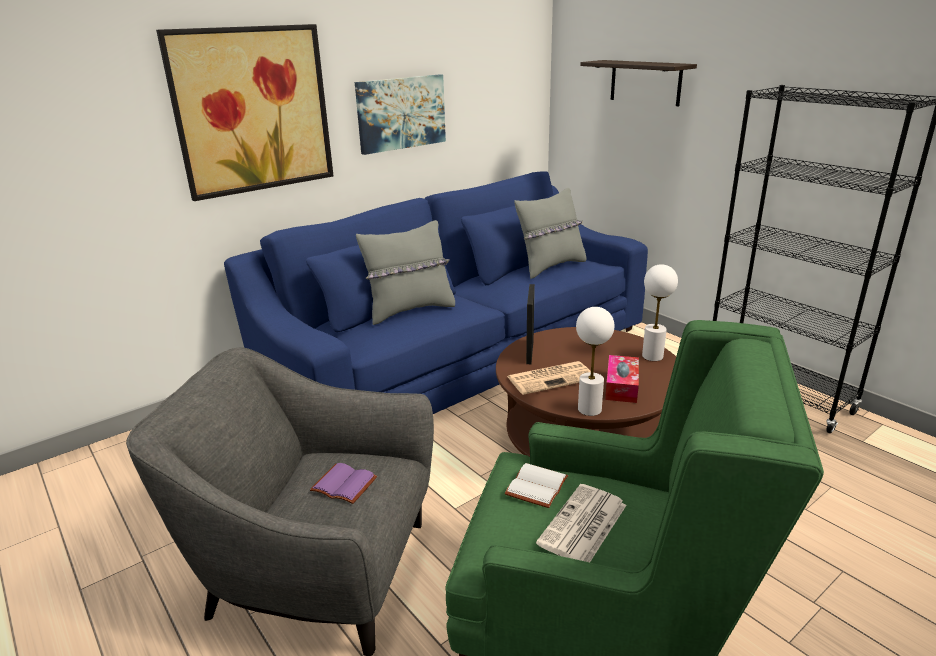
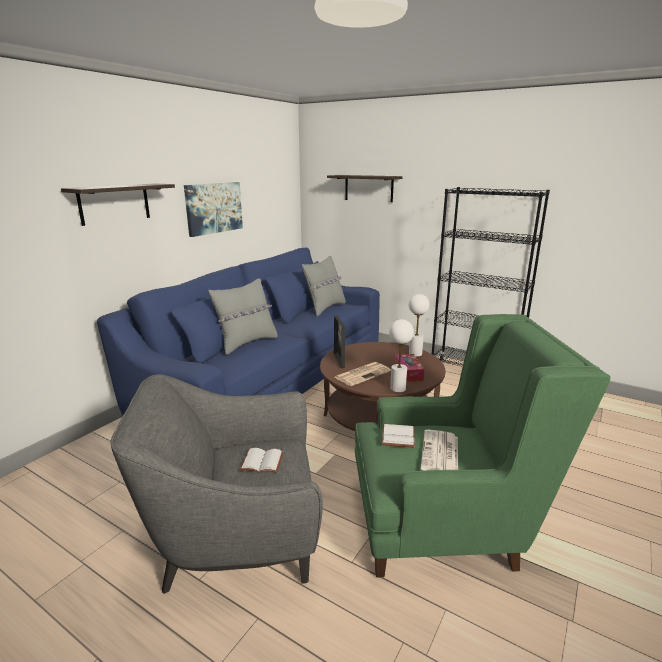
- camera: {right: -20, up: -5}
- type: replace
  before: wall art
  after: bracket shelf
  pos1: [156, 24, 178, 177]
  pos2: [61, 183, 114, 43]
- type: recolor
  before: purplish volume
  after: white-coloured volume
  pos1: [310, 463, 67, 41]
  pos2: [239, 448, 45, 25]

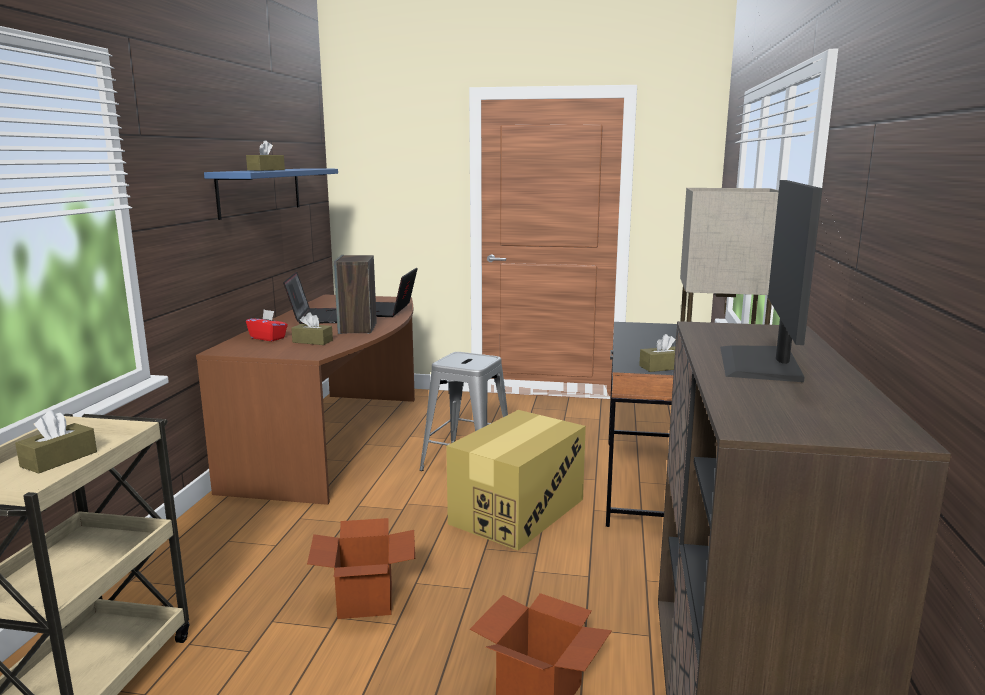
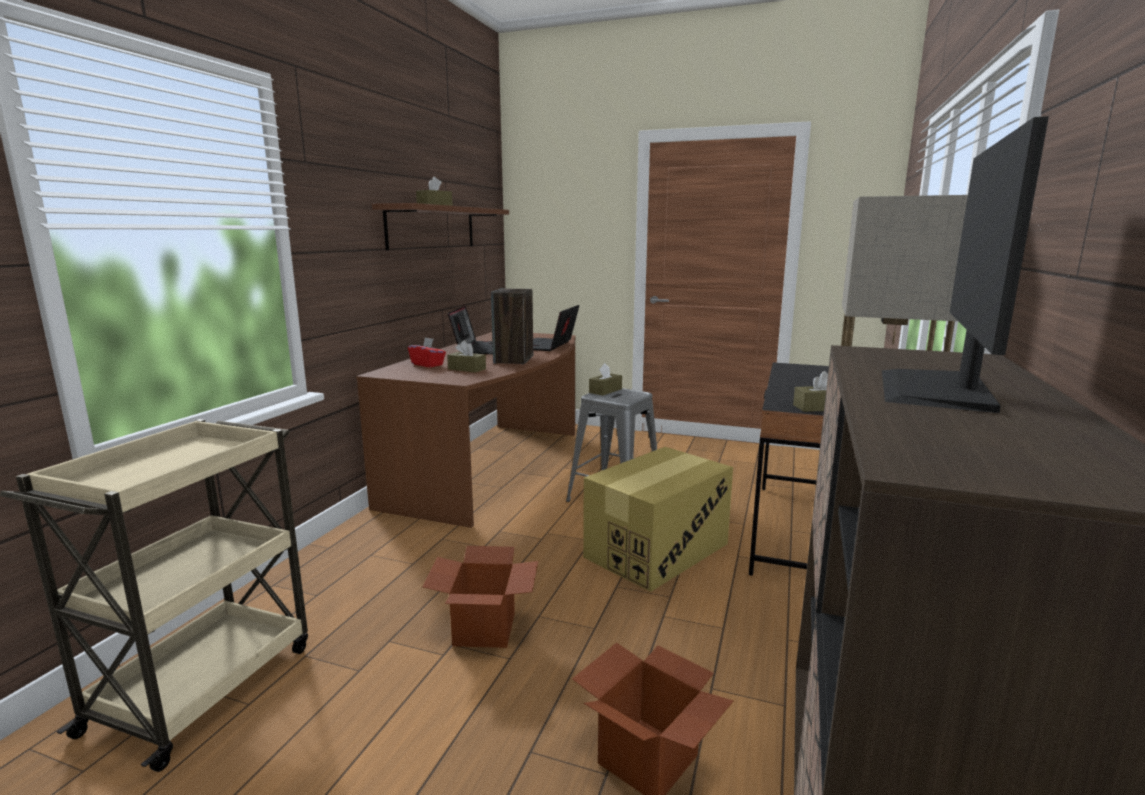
- camera: {right: 10, up: 0}
- type: move
  before: brown-coloured tissue box
  pos1: [15, 410, 82, 64]
  pos2: [589, 363, 33, 33]
- type: recolor
  before: bluish bracket shelf
  after: brown-coloured bracket shelf
  pos1: [204, 169, 134, 51]
  pos2: [372, 203, 137, 47]

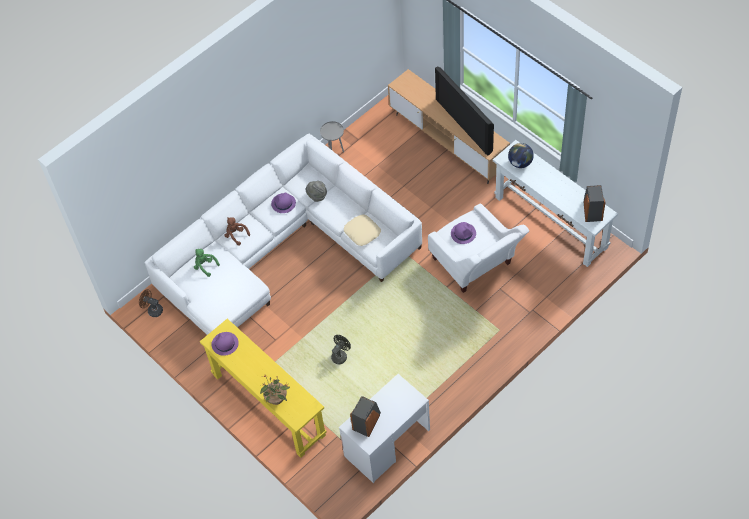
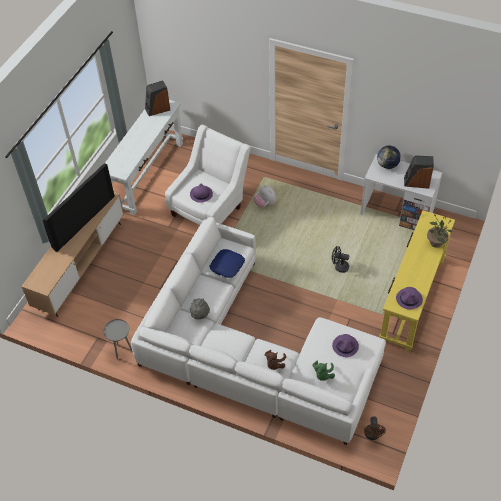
- camera: {right: -115, up: -5}
- type: insert
  after: cuddly toy
  pos2: [254, 185, 22, 22]
- type: move
  before: purplish wearable hat
  pos1: [271, 193, 25, 20]
  pos2: [332, 334, 27, 23]
- type: move
  before: world globe
  pos1: [508, 143, 26, 25]
  pos2: [377, 146, 24, 23]
- type: recolor
  before: beige cushion
  after: bluish cushion
  pos1: [344, 214, 37, 32]
  pos2: [210, 249, 35, 29]

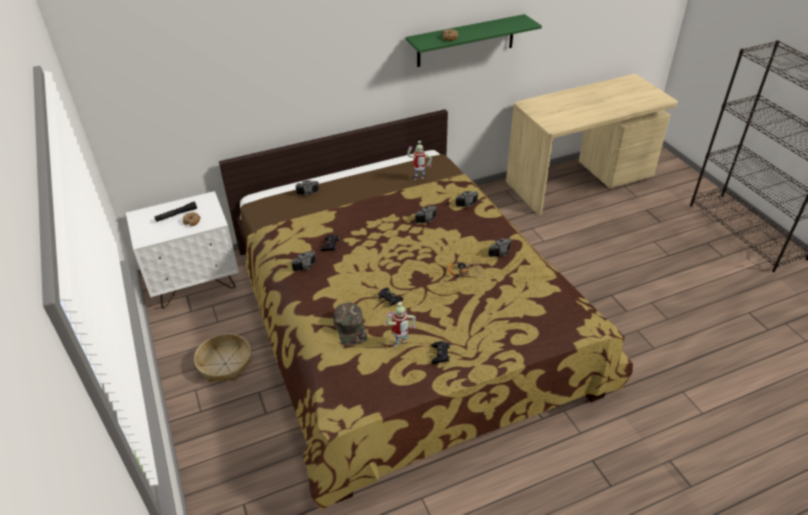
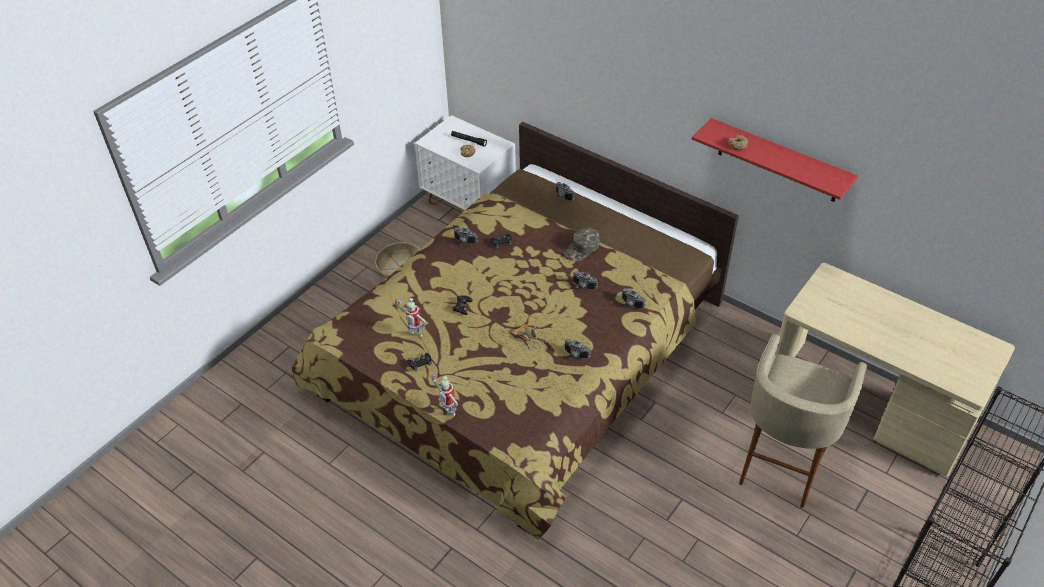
- camera: {right: 60, up: 5}
- type: insert
  after: beige sitting stool
  pos2: [739, 334, 128, 174]
- type: move
  before: green-coloured baseball cap
  pos1: [333, 302, 35, 44]
  pos2: [564, 227, 36, 34]
- type: move
  before: toy robot
  pos1: [407, 141, 25, 39]
  pos2: [431, 374, 27, 42]
- type: recolor
  before: green-coloured bracket shelf
  after: red bracket shelf
  pos1: [406, 14, 136, 53]
  pos2: [692, 118, 166, 84]

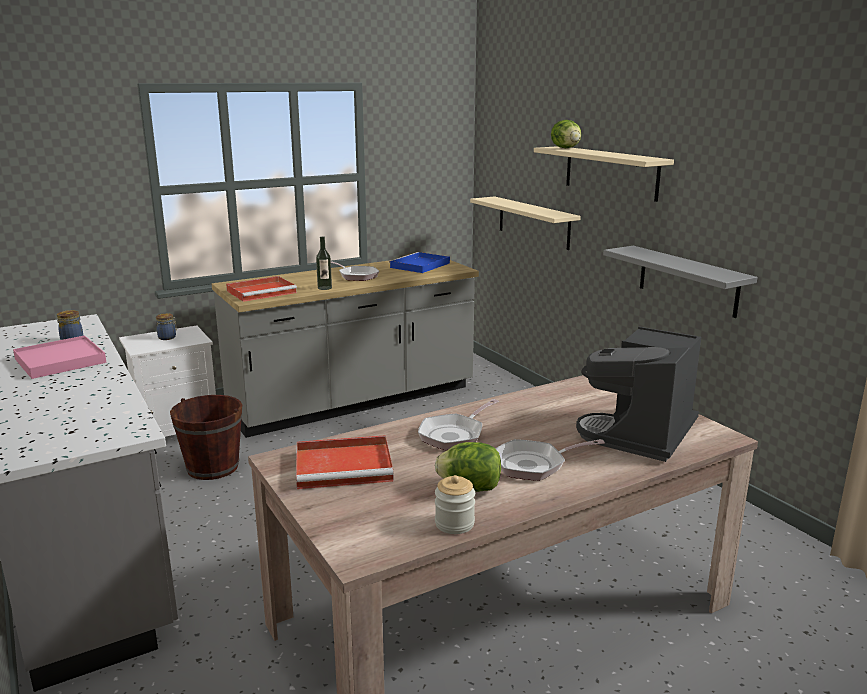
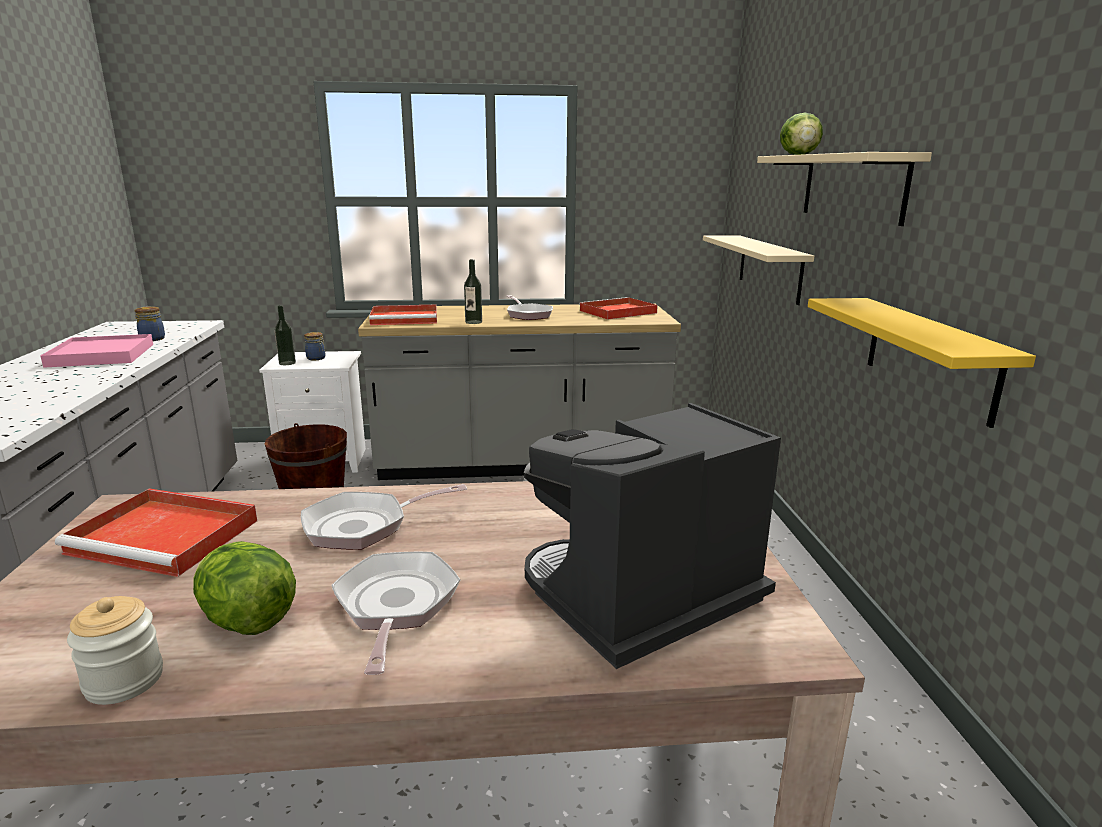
- camera: {right: 25, up: 0}
- type: insert
  after: bottle
  pos2: [275, 305, 21, 60]
- type: recolor
  before: bluish serving tray
  after: red serving tray
  pos1: [389, 252, 61, 21]
  pos2: [579, 297, 79, 23]
- type: recolor
  before: greyish bracket shelf
  after: yellow-coloured bracket shelf
  pos1: [603, 246, 155, 72]
  pos2: [808, 298, 228, 130]
- type: rotate
  before: frying pan
  pos1: [495, 439, 110, 42]
  pos2: [331, 552, 129, 123]
  turn: 75

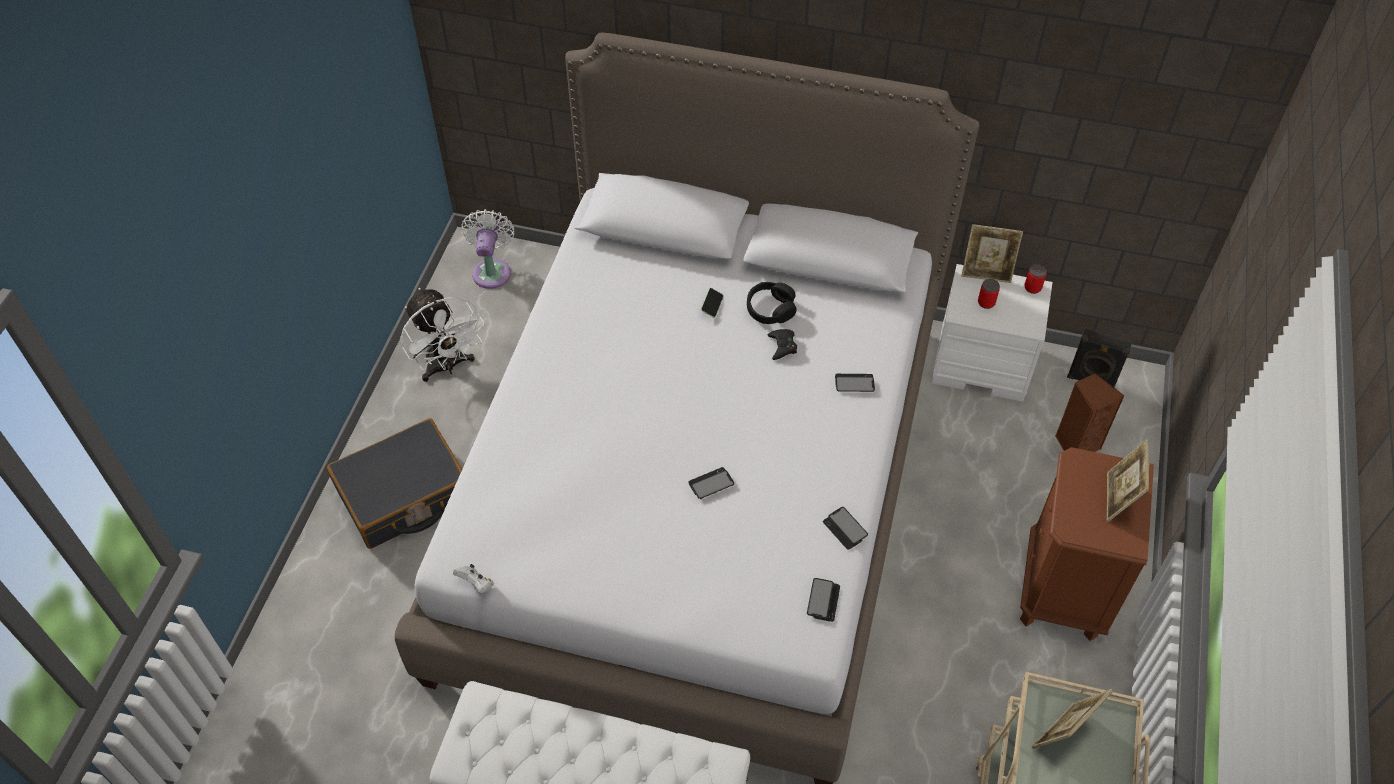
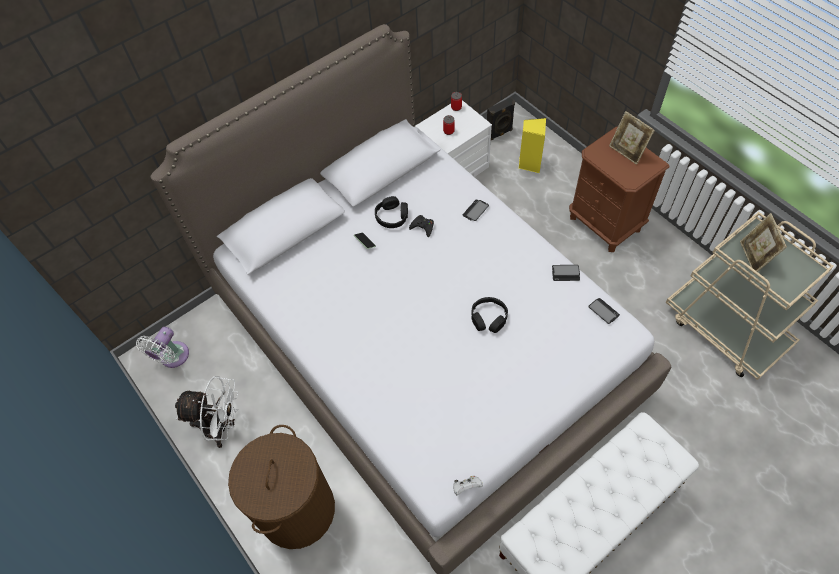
- camera: {right: -50, up: 5}
- type: delete
  before: standing frame
  pos1: [962, 224, 61, 59]
- type: replace
  before: black travel case
  after: brown-coloured laundry basket
  pos1: [327, 418, 135, 131]
  pos2: [228, 425, 107, 124]
- type: replace
  before: telephone
  after: black headphones
  pos1: [688, 467, 46, 32]
  pos2: [471, 297, 37, 36]
- type: recolor
  before: brown-coloured loudspeaker
  after: yellow-coloured loudspeaker
  pos1: [1055, 373, 69, 79]
  pos2: [519, 118, 27, 55]
- type: rotate
  before: white-coloured electric fan
  pos1: [461, 209, 53, 80]
  pos2: [136, 327, 53, 41]
  turn: -105

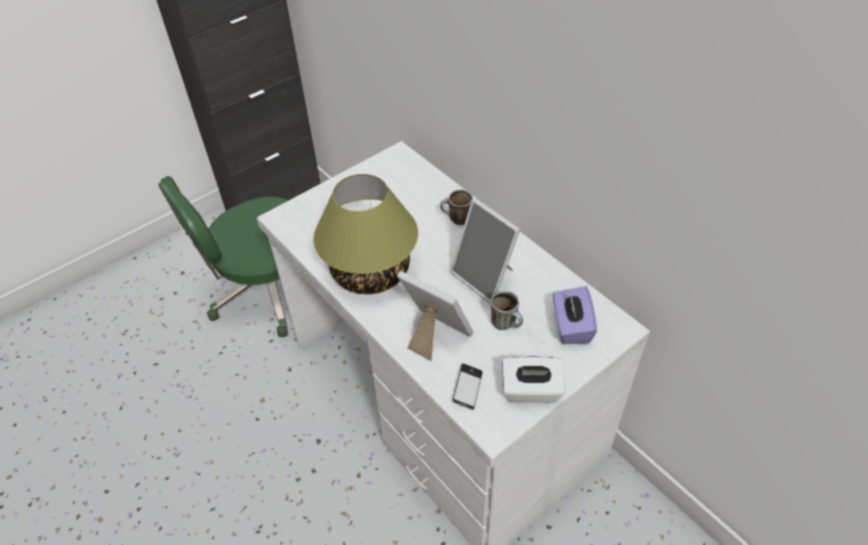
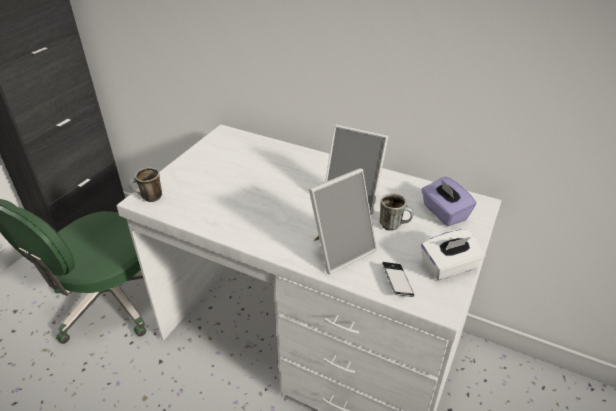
- camera: {right: -25, up: -10}
- type: delete
  before: table lamp
  pos1: [313, 174, 105, 120]
- type: move
  before: mug
  pos1: [440, 189, 33, 36]
  pos2: [129, 167, 33, 35]
- type: rotate
  before: standing frame
  pos1: [397, 271, 76, 90]
  pos2: [309, 168, 68, 106]
  turn: 135

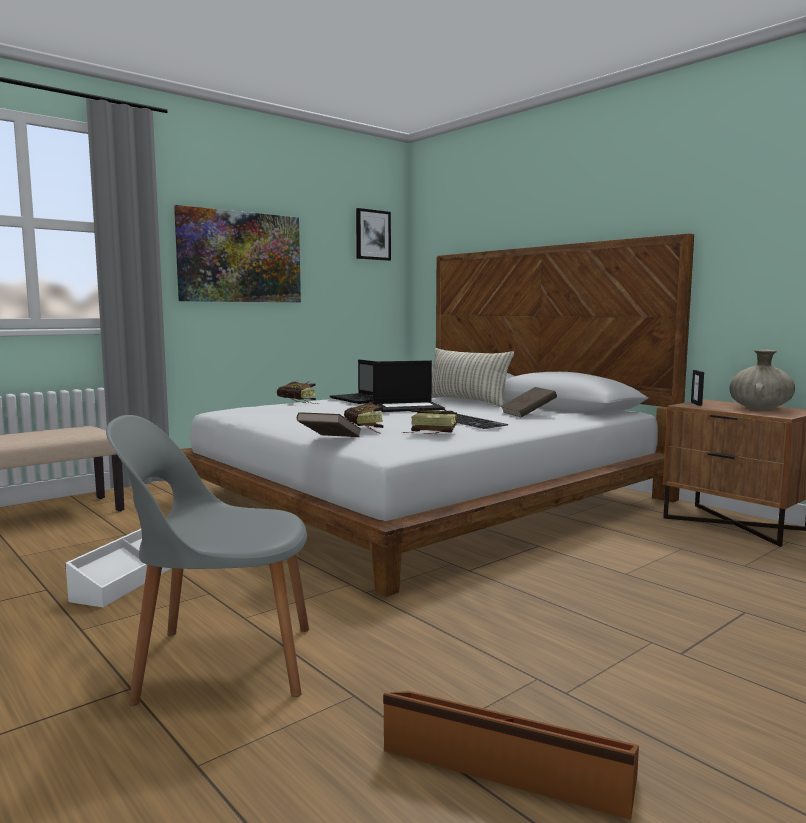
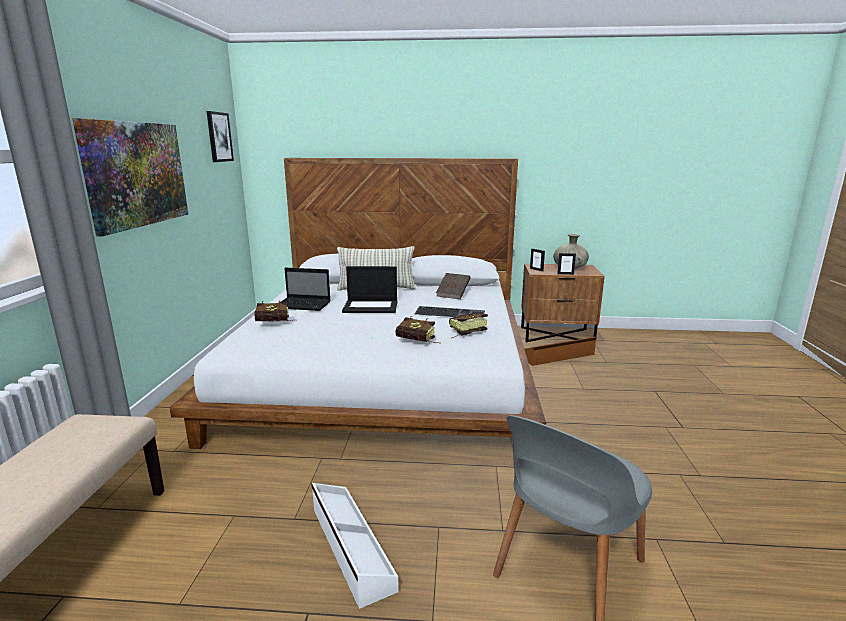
- camera: {right: -45, up: 10}
- type: delete
  before: brown-coloured volume
  pos1: [297, 412, 64, 25]
- type: insert
  after: standing frame
  pos2: [557, 253, 19, 22]
- type: move
  before: brown-coloured storage box
  pos1: [383, 691, 256, 129]
  pos2: [525, 337, 71, 29]
- type: rotate
  before: laptop
  pos1: [373, 360, 72, 52]
  pos2: [342, 266, 56, 47]
  turn: 60

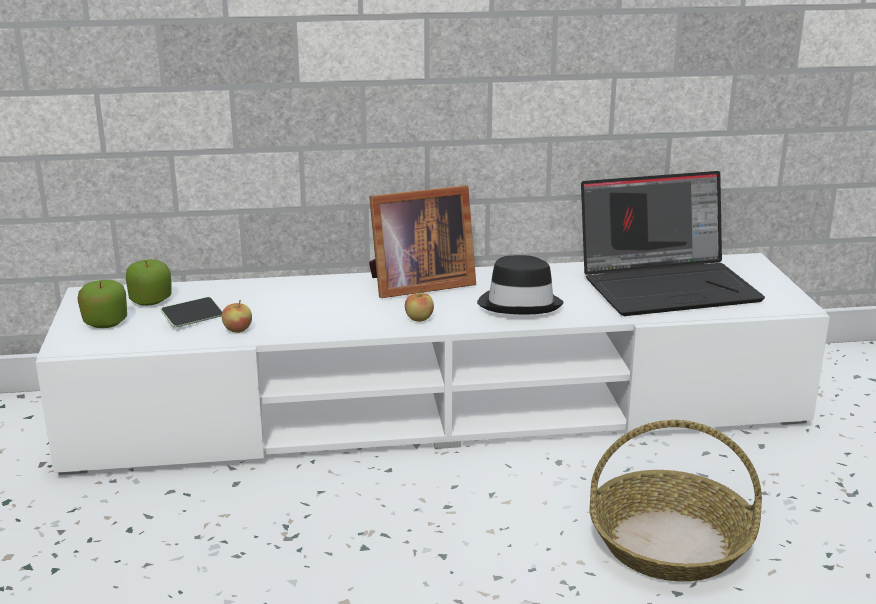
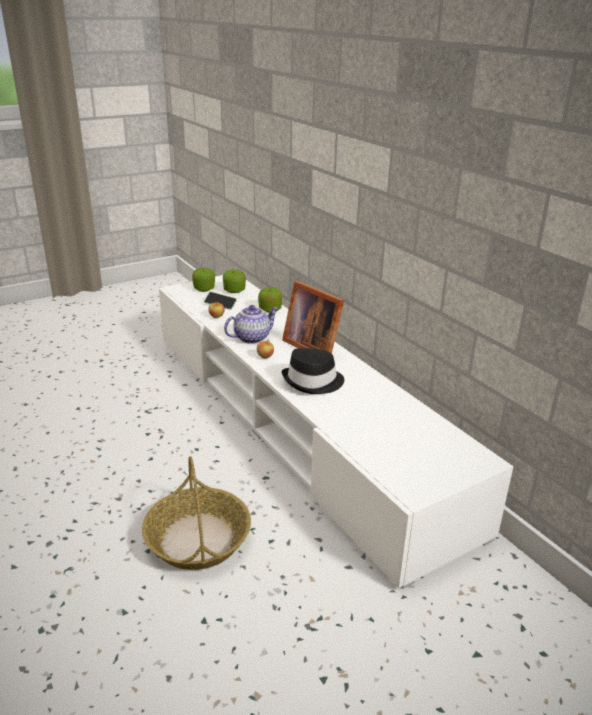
- camera: {right: 65, up: 5}
- type: delete
  before: laptop
  pos1: [581, 171, 184, 145]
- type: insert
  after: tea pot
  pos2: [224, 305, 55, 39]
- type: insert
  after: whole apple
  pos2: [258, 287, 24, 25]

